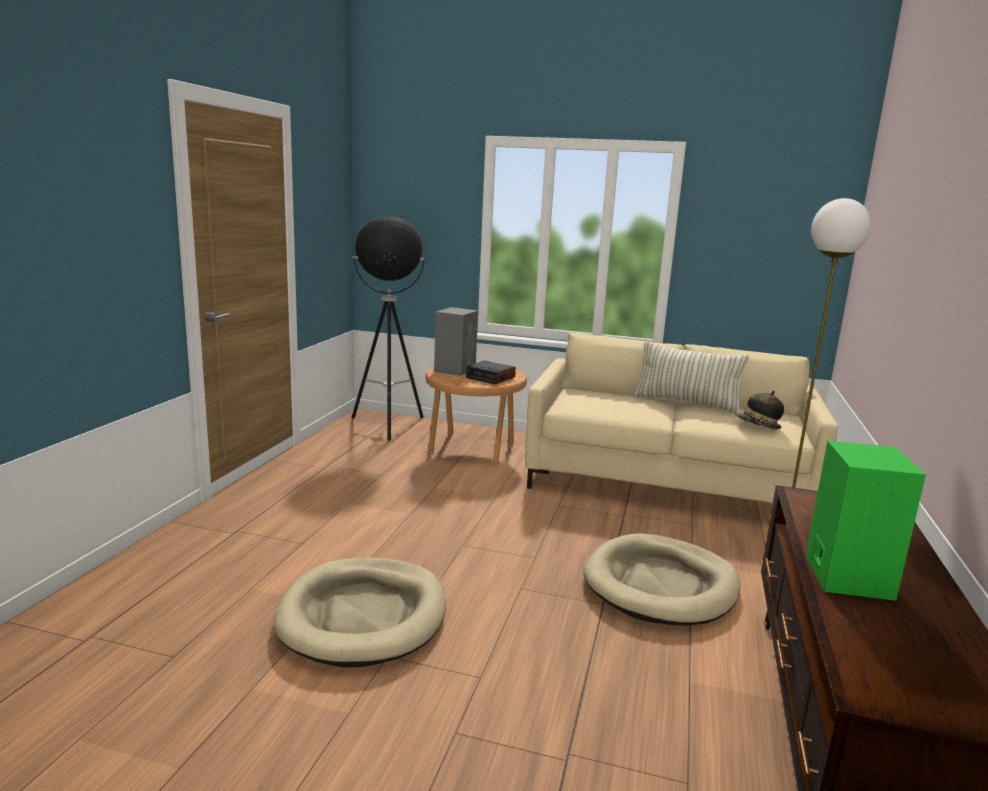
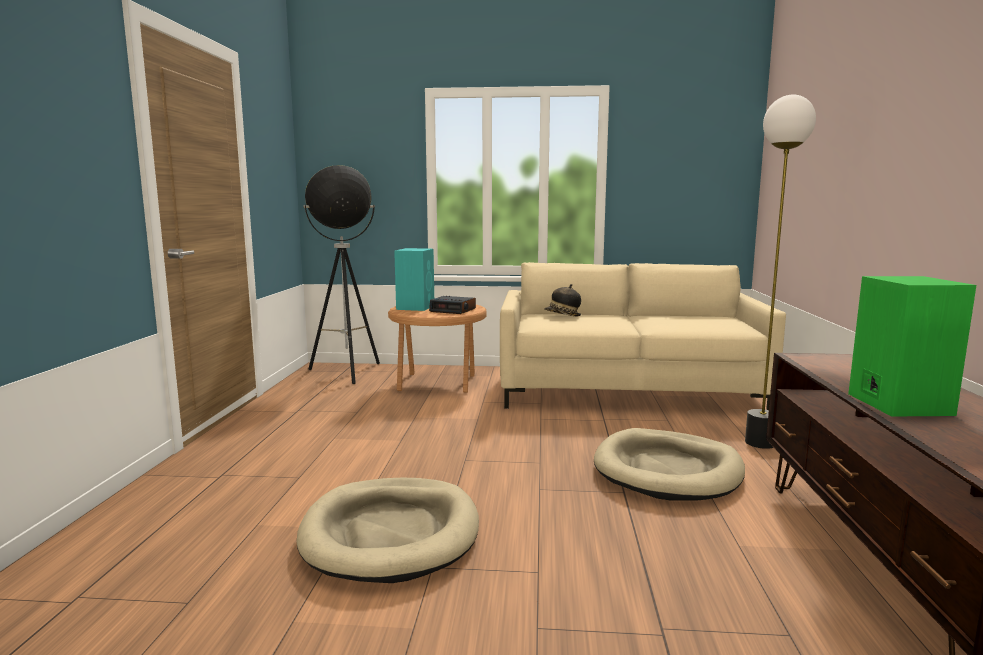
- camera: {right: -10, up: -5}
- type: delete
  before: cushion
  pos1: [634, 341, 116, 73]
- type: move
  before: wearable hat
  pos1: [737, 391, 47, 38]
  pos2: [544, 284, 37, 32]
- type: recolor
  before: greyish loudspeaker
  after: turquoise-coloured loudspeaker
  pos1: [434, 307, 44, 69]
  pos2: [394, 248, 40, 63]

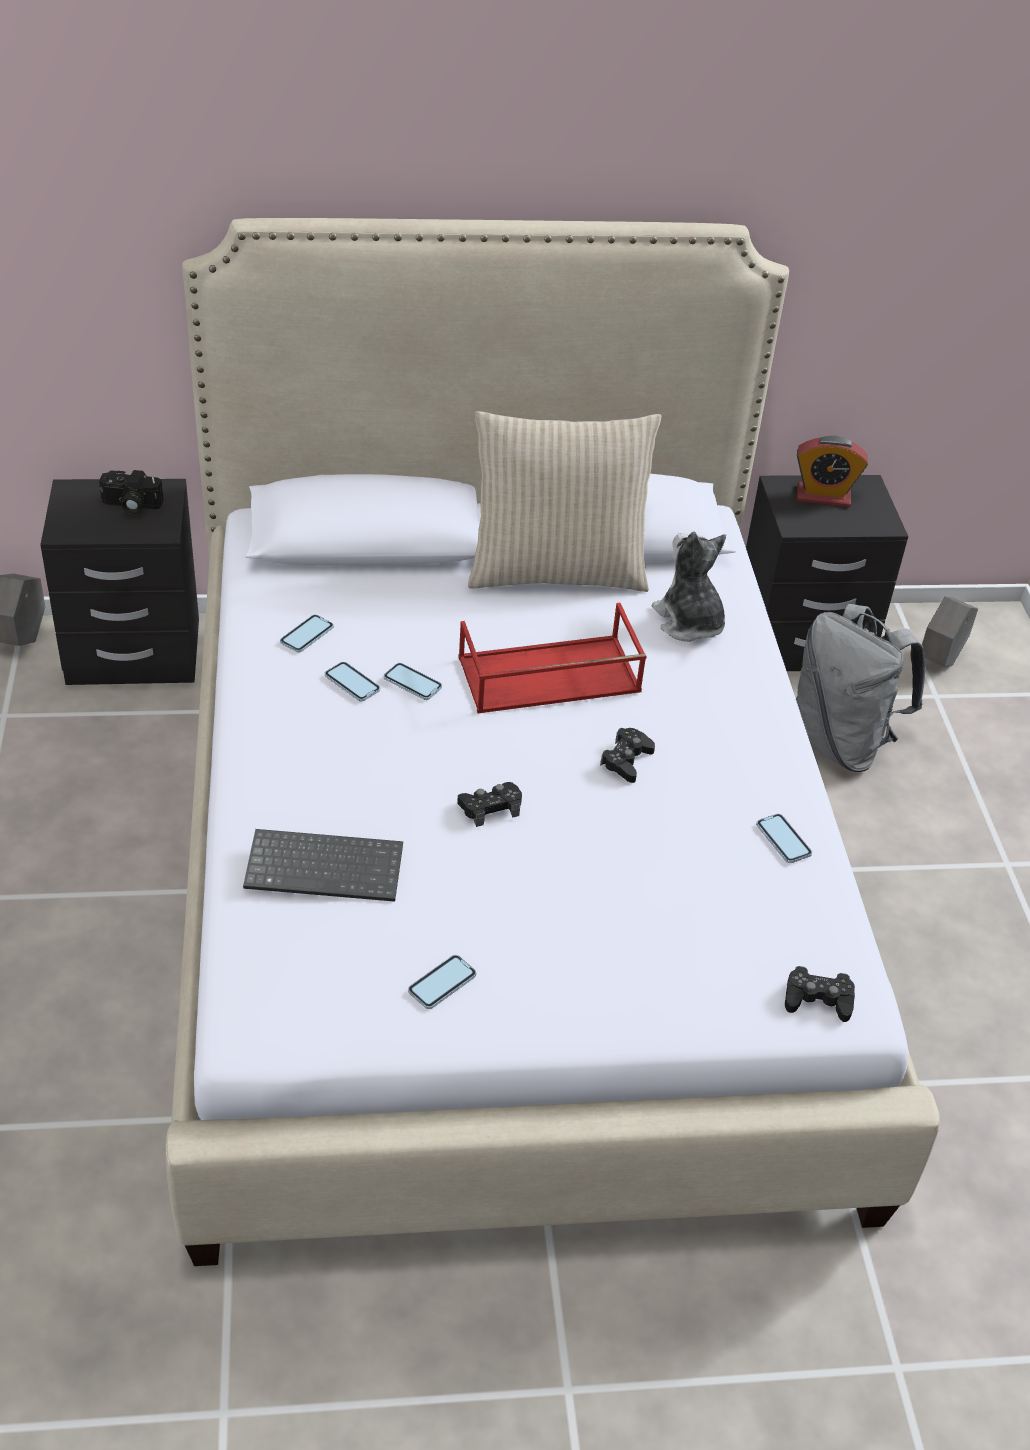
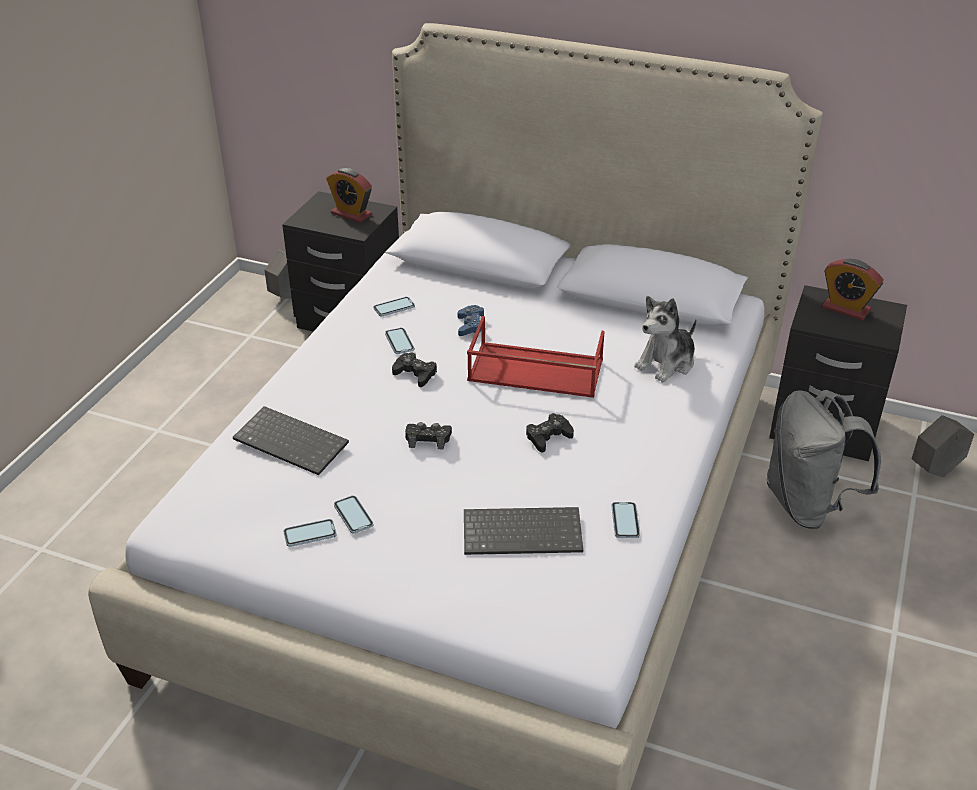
- camera: {right: 30, up: -5}
- type: delete
  before: beige cushion
  pos1: [468, 411, 193, 181]
- type: insert
  after: bluish joypad
  pos2: [458, 305, 26, 31]
- type: insert
  after: keyboard
  pos2: [464, 507, 119, 48]
- type: move
  before: telephone
  pos1: [384, 663, 58, 37]
  pos2: [334, 496, 40, 37]
- type: move
  before: black joypad
  pos1: [785, 966, 70, 56]
  pos2: [392, 352, 45, 35]
- type: replace
  before: still camera
  after: table clock
  pos1: [99, 470, 65, 44]
  pos2: [326, 168, 46, 55]
- type: rotate
  before: cuddly toy
  pos1: [652, 532, 74, 110]
  pos2: [634, 296, 63, 86]
  turn: -135

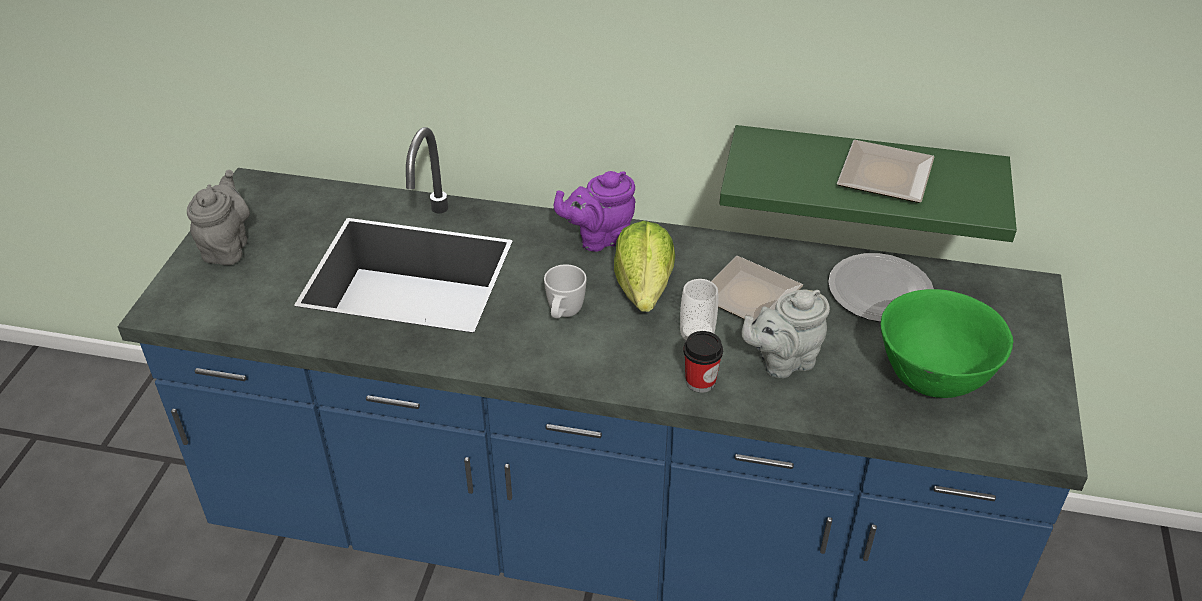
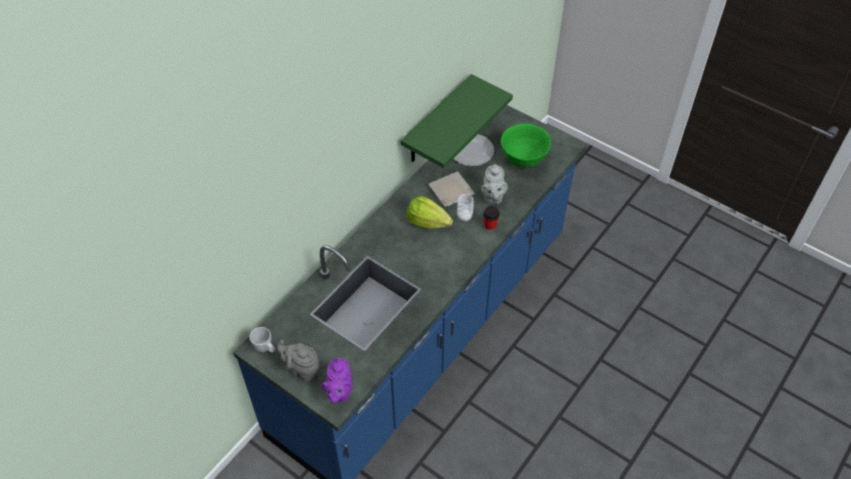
- camera: {right: -65, up: 10}
- type: delete
  before: dinner plate
  pos1: [837, 140, 97, 63]
- type: move
  before: white-coloured mug
  pos1: [544, 264, 43, 54]
  pos2: [250, 327, 25, 25]
- type: move
  before: purplish tea pot
  pos1: [554, 171, 82, 81]
  pos2: [322, 358, 31, 45]

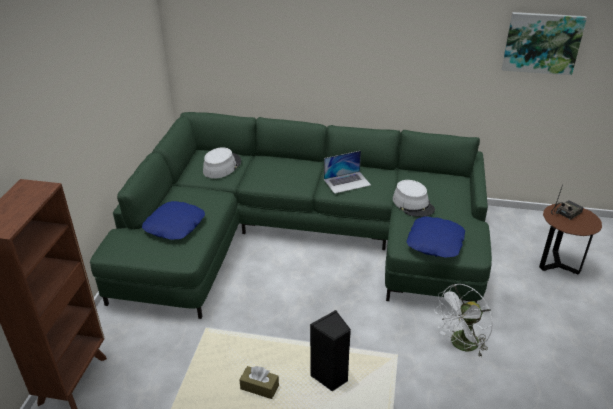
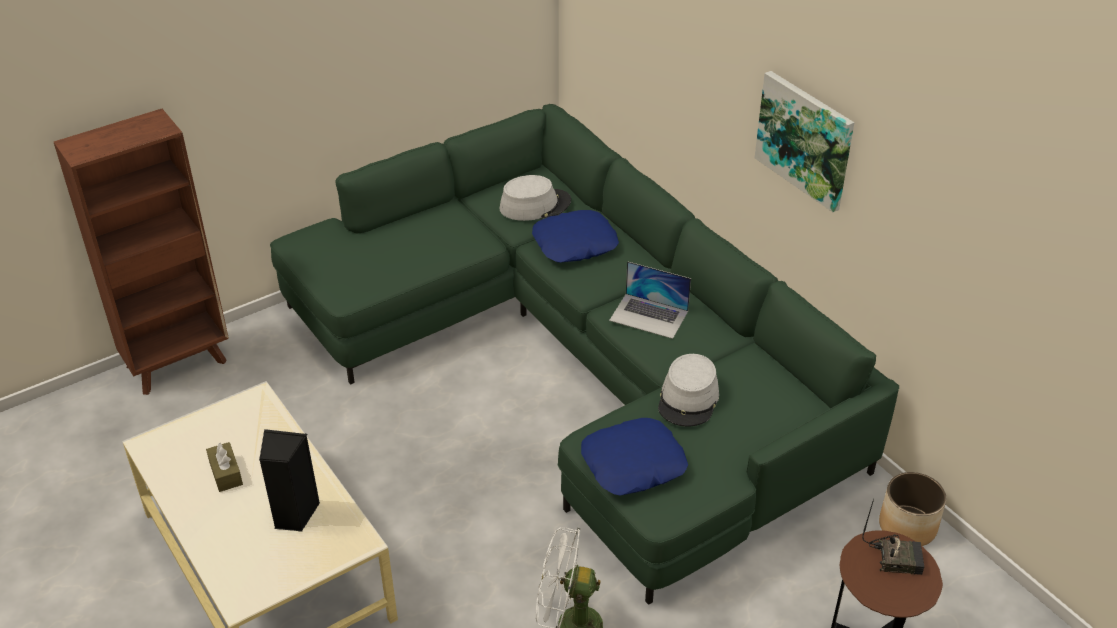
- camera: {right: 45, up: 5}
- type: insert
  after: flower pot
  pos2: [879, 472, 67, 74]
- type: move
  before: bluish cushion
  pos1: [142, 201, 63, 39]
  pos2: [532, 210, 87, 53]
- type: move
  before: wall art
  pos1: [502, 12, 85, 63]
  pos2: [755, 71, 99, 141]

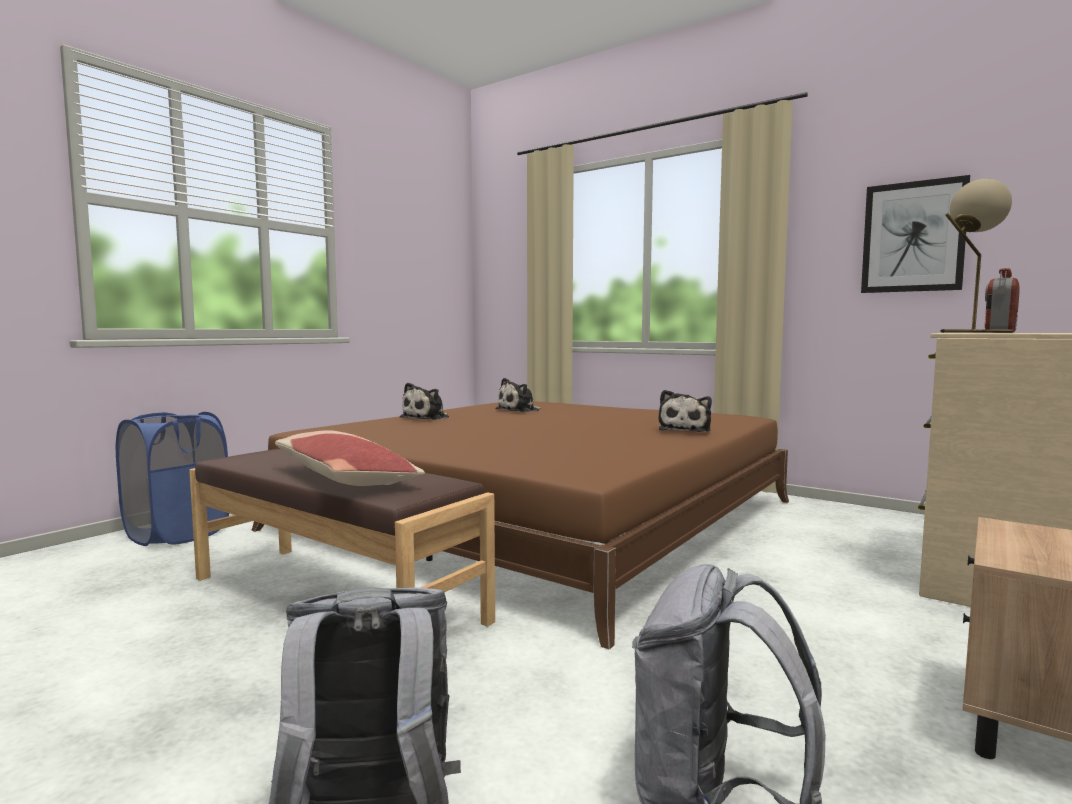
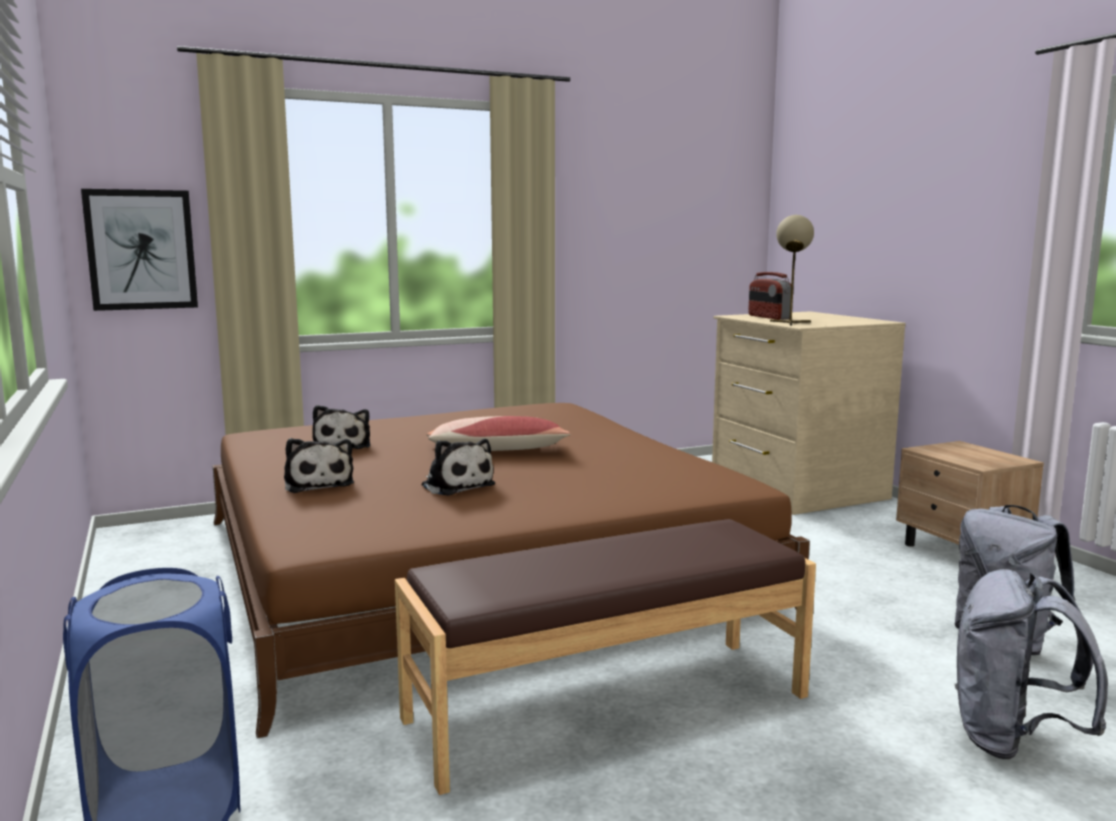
- camera: {right: -60, up: 5}
- type: move
  before: cushion
  pos1: [275, 430, 150, 56]
  pos2: [427, 416, 144, 35]
- type: move
  before: cuddly toy
  pos1: [658, 390, 54, 42]
  pos2: [422, 439, 73, 57]
- type: move
  before: wall art
  pos1: [861, 175, 109, 118]
  pos2: [81, 189, 117, 122]

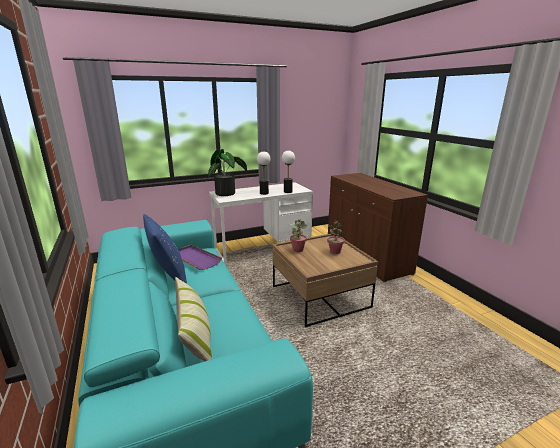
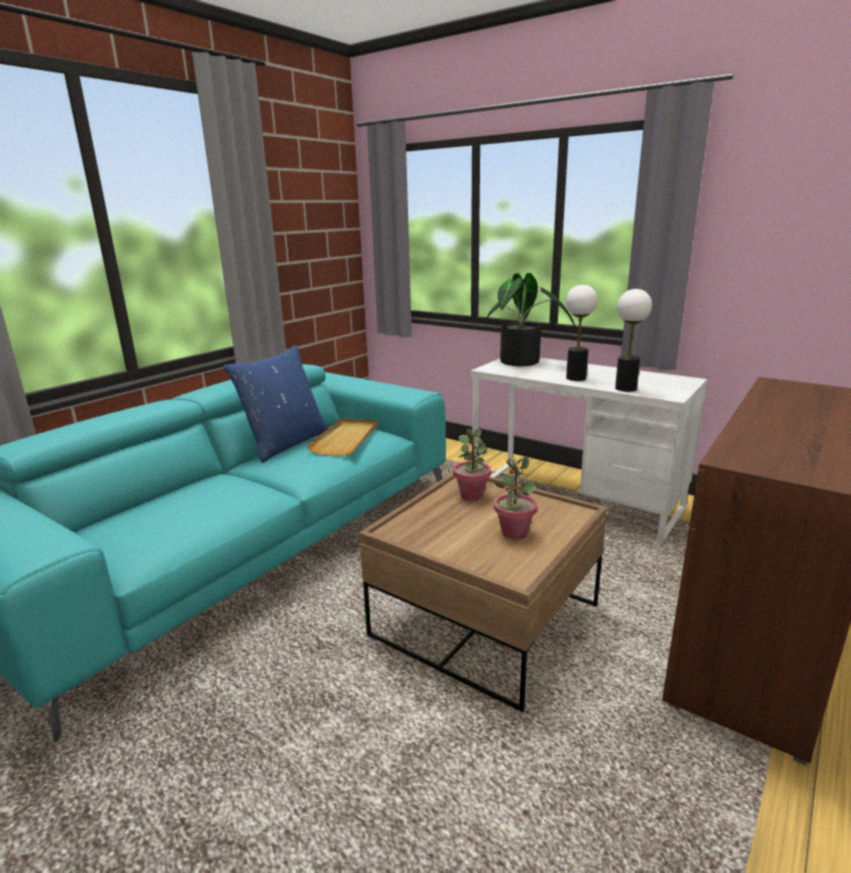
- camera: {right: 60, up: 0}
- type: delete
  before: cushion
  pos1: [175, 277, 37, 84]
- type: recolor
  before: purplish serving tray
  after: beige serving tray
  pos1: [178, 245, 44, 25]
  pos2: [307, 418, 71, 38]

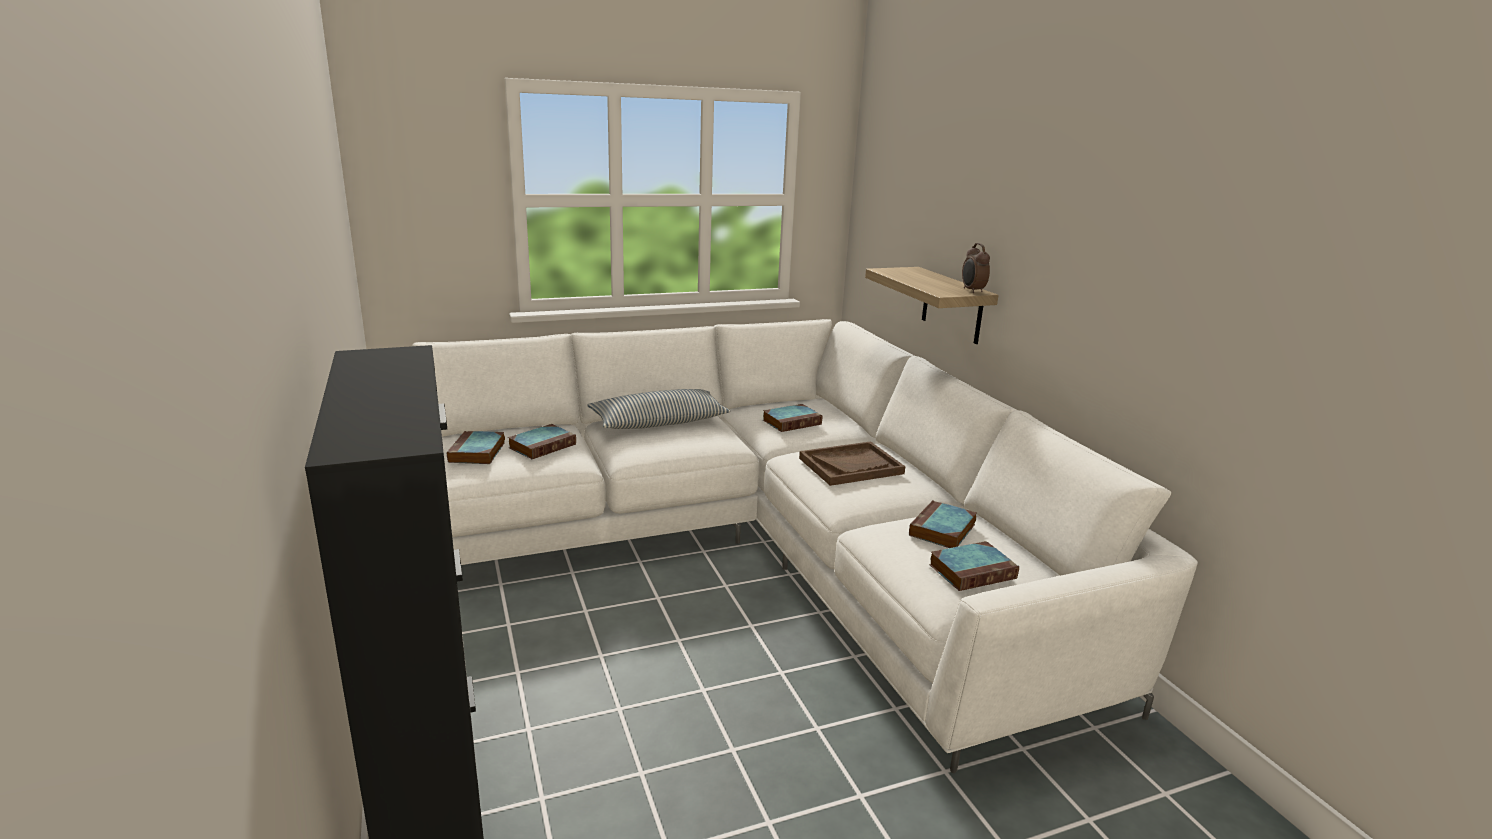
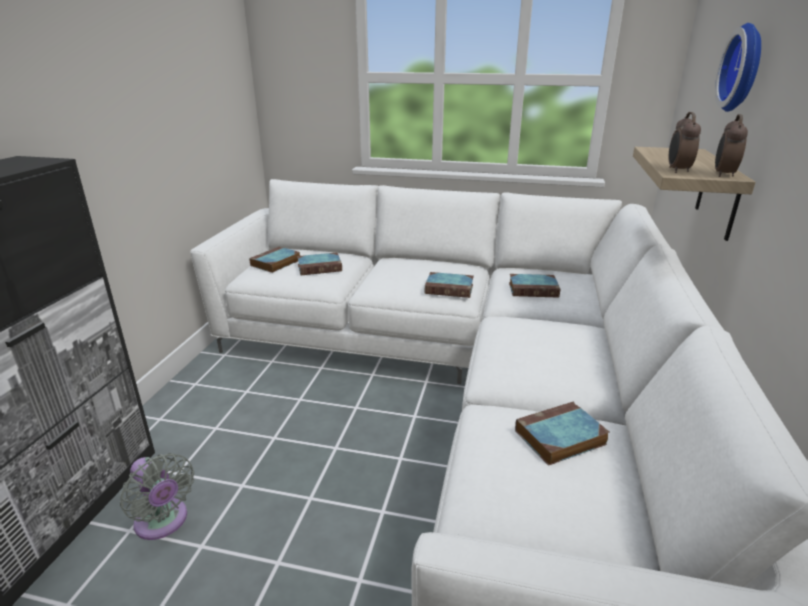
- camera: {right: 35, up: 5}
- type: delete
  before: cushion
  pos1: [587, 389, 144, 40]
- type: delete
  before: brown-coloured serving tray
  pos1: [799, 441, 106, 45]
- type: insert
  after: greyish electric fan
  pos2: [120, 453, 74, 87]
- type: insert
  after: table clock
  pos2: [668, 112, 33, 61]
- type: insert
  after: wall clock
  pos2: [715, 23, 46, 89]
- type: move
  before: volume
  pos1: [929, 541, 90, 50]
  pos2: [425, 272, 49, 26]

